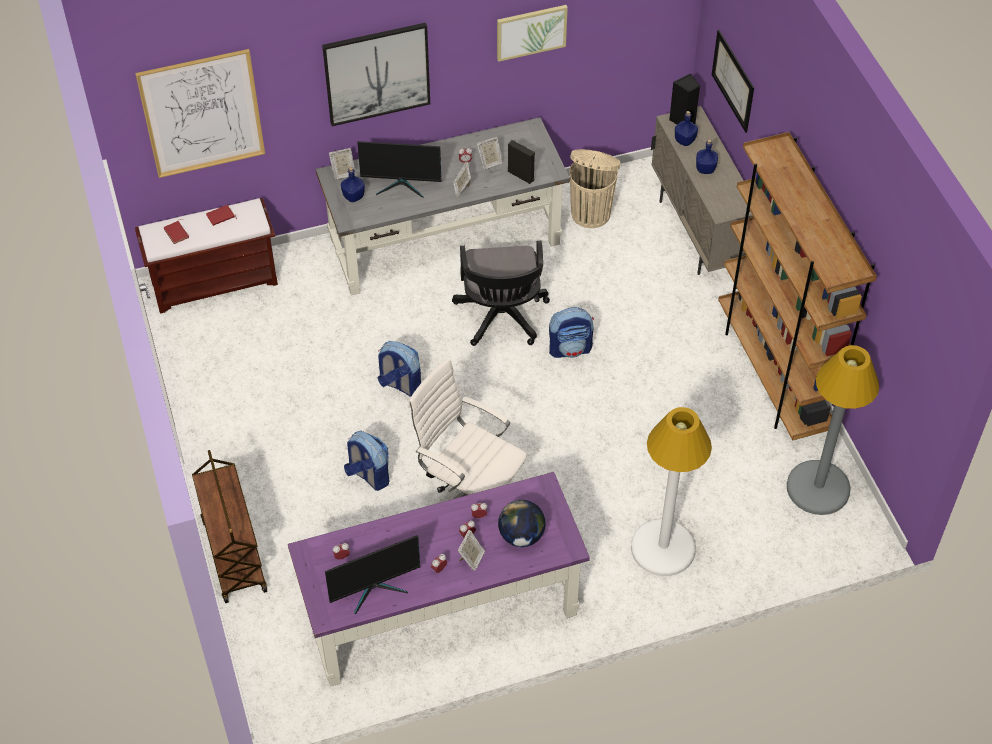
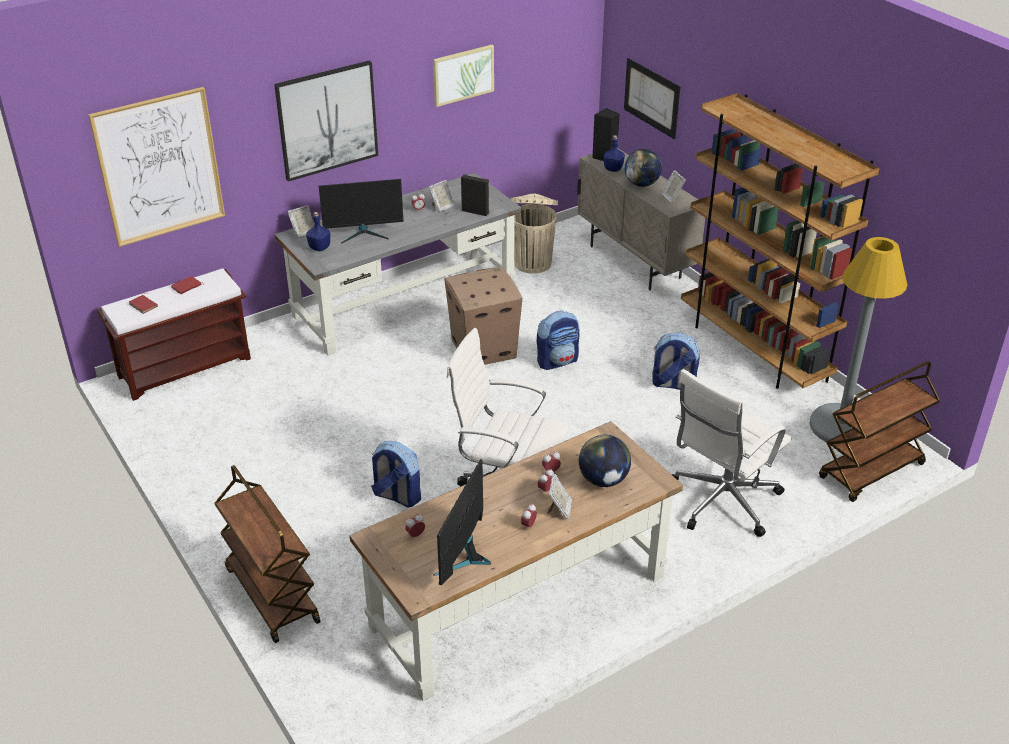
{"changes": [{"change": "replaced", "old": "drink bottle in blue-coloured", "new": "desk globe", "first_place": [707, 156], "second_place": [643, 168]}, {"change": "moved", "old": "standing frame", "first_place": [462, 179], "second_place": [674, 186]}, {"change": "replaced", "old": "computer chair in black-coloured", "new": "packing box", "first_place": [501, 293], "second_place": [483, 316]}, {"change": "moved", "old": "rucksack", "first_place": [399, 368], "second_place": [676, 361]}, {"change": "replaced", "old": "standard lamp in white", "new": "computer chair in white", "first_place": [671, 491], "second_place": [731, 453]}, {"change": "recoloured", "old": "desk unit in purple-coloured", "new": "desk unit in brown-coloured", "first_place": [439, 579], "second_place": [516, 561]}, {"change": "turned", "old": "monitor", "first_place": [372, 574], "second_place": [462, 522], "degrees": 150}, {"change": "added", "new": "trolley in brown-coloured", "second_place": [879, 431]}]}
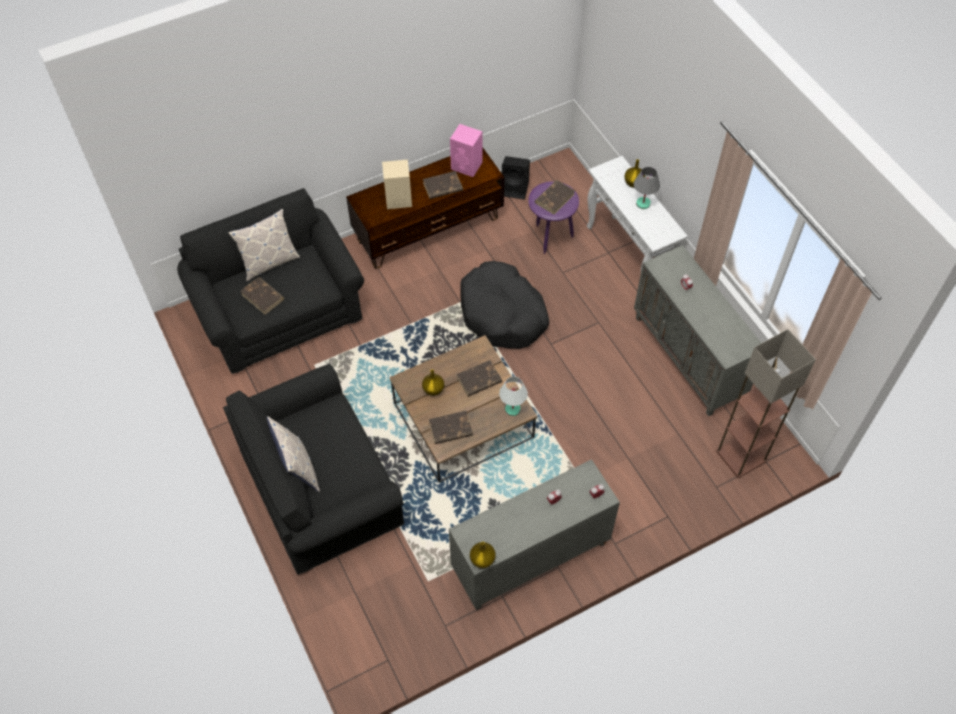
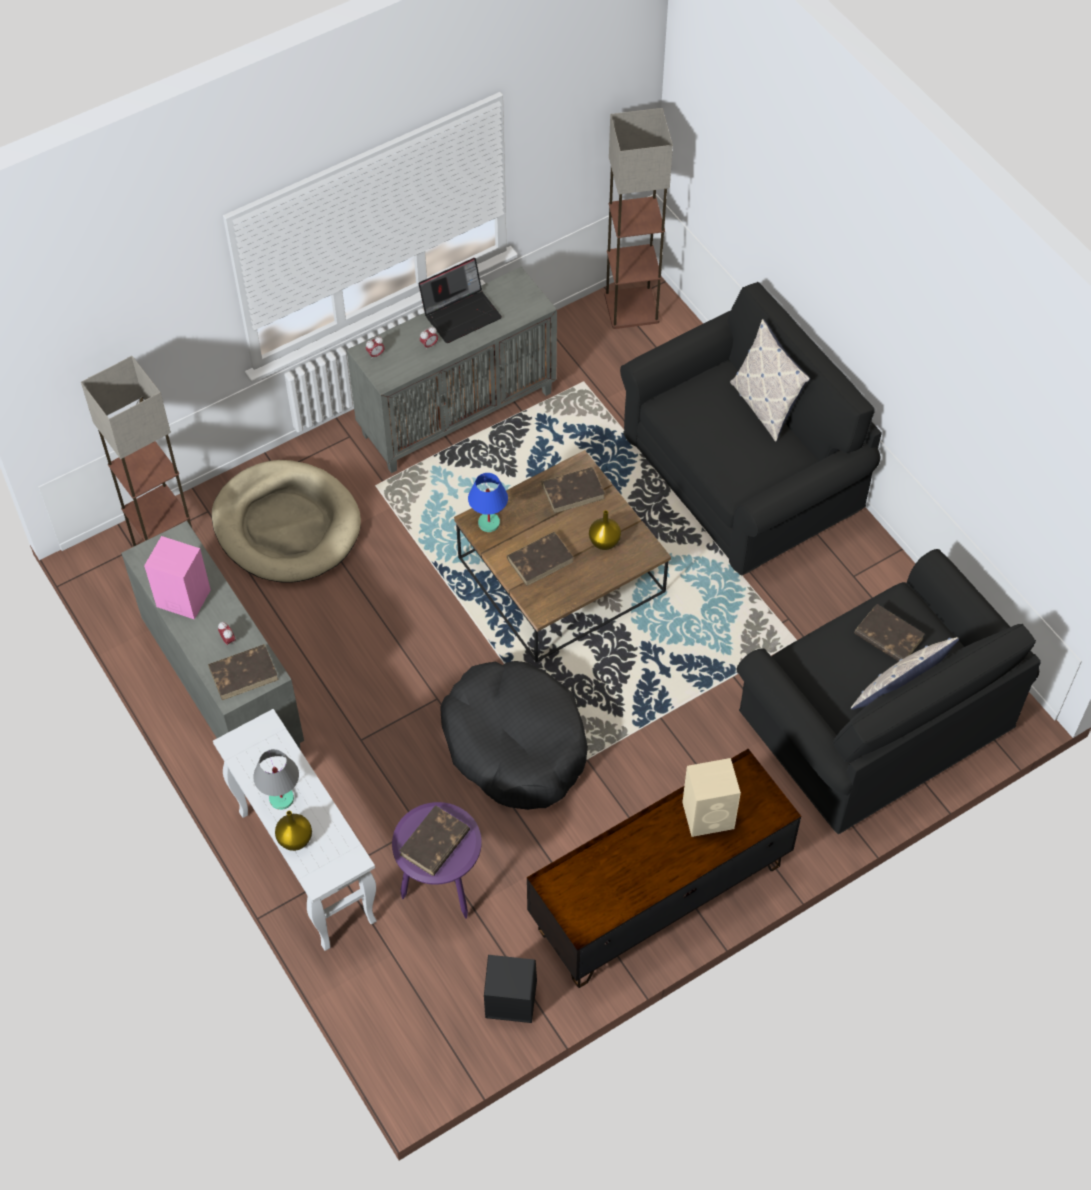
{"changes": [{"change": "moved", "old": "speaker in pink-coloured", "first_place": [466, 150], "second_place": [177, 577]}, {"change": "moved", "old": "bound book in brown-coloured", "first_place": [443, 185], "second_place": [243, 672]}, {"change": "recoloured", "old": "table lamp in white", "new": "table lamp in blue-coloured", "first_place": [513, 396], "second_place": [488, 502]}, {"change": "removed", "old": "vase in yellowish", "first_place": [483, 555]}, {"change": "added", "new": "standard lamp", "second_place": [638, 218]}, {"change": "added", "new": "portable computer", "second_place": [460, 300]}, {"change": "added", "new": "pet bed in sand-coloured", "second_place": [286, 521]}]}
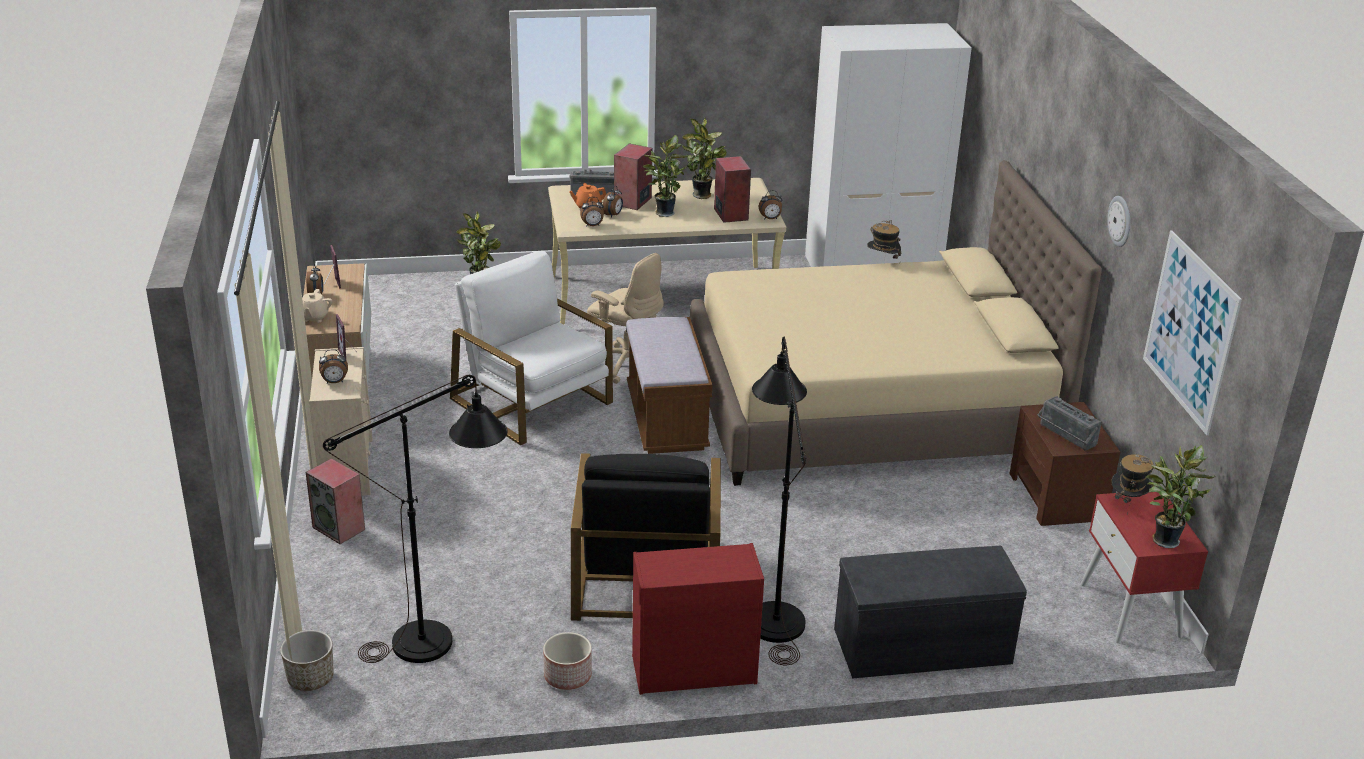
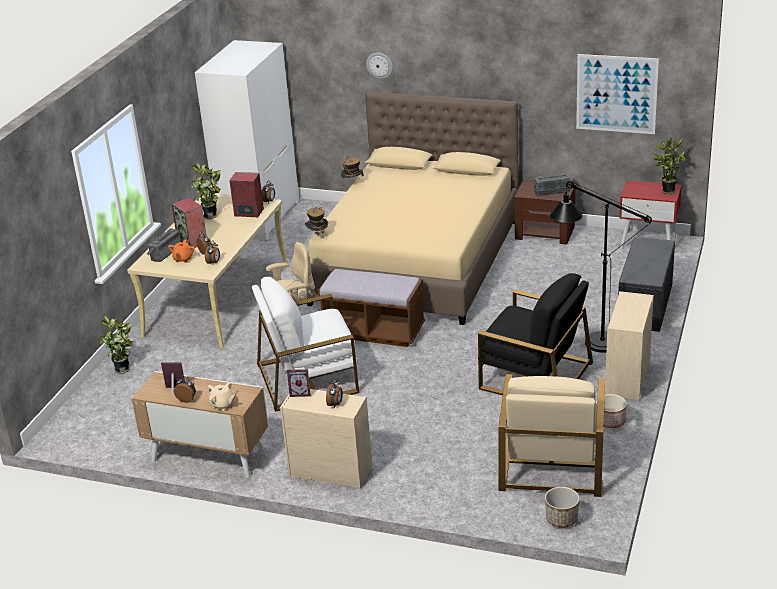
{"changes": [{"change": "removed", "old": "potted plant", "first_place": [665, 176]}, {"change": "moved", "old": "wall clock", "first_place": [1118, 221], "second_place": [379, 66]}, {"change": "replaced", "old": "standard lamp in black-coloured", "new": "lounge chair in sand-coloured", "first_place": [415, 519], "second_place": [551, 435]}, {"change": "moved", "old": "hat", "first_place": [1132, 484], "second_place": [316, 220]}, {"change": "removed", "old": "speaker", "first_place": [335, 501]}, {"change": "recoloured", "old": "drawer chest in red-coloured", "new": "drawer chest in sand-coloured", "first_place": [698, 619], "second_place": [629, 345]}]}
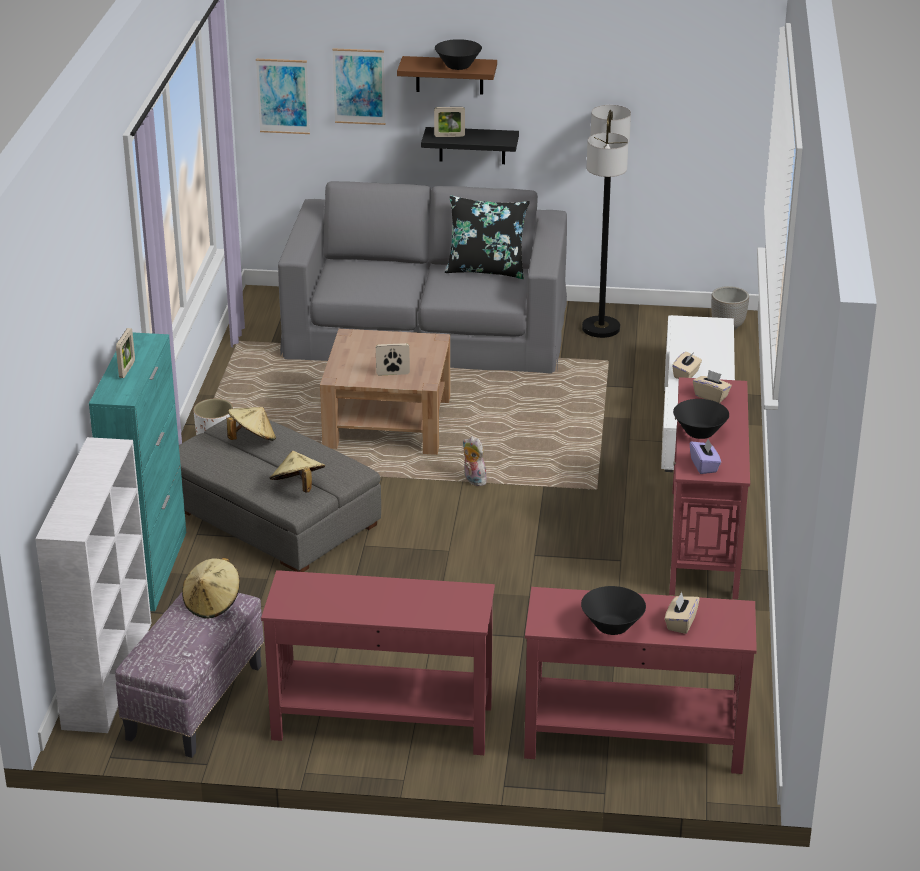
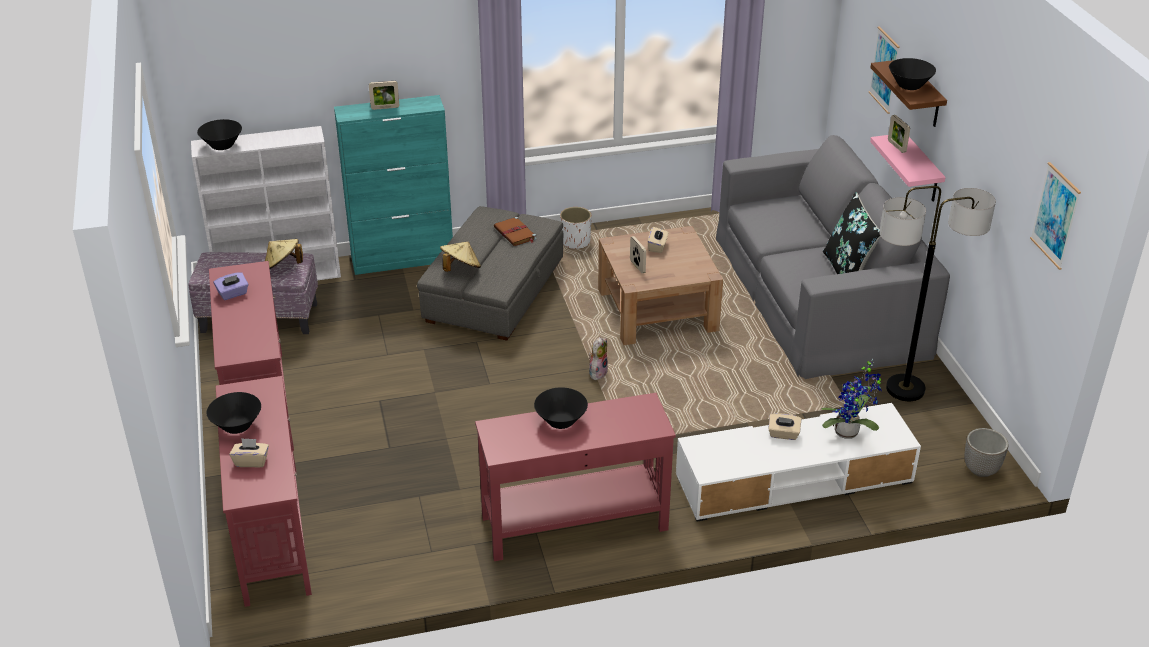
{"changes": [{"change": "moved", "old": "wall picture", "first_place": [283, 96], "second_place": [1055, 216]}, {"change": "recoloured", "old": "wall shelf in black-coloured", "new": "wall shelf in pink-coloured", "first_place": [470, 145], "second_place": [908, 168]}, {"change": "moved", "old": "tissue box in sand-coloured", "first_place": [712, 386], "second_place": [658, 240]}, {"change": "replaced", "old": "hat in sand-coloured", "new": "bound book in brown-coloured", "first_place": [251, 424], "second_place": [515, 231]}, {"change": "moved", "old": "tissue box in purple-coloured", "first_place": [705, 456], "second_place": [231, 286]}, {"change": "added", "new": "deep dish in black-coloured", "second_place": [219, 134]}, {"change": "added", "new": "potted plant", "second_place": [851, 399]}]}
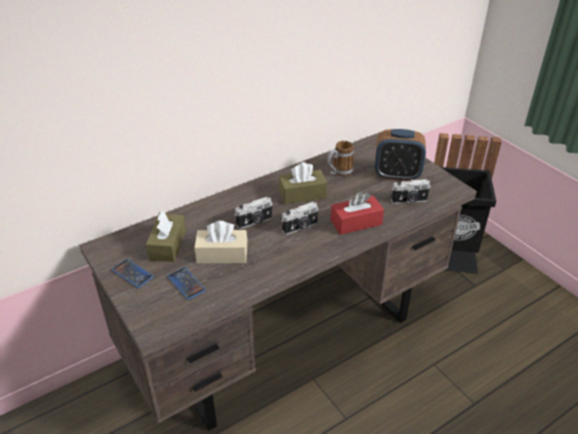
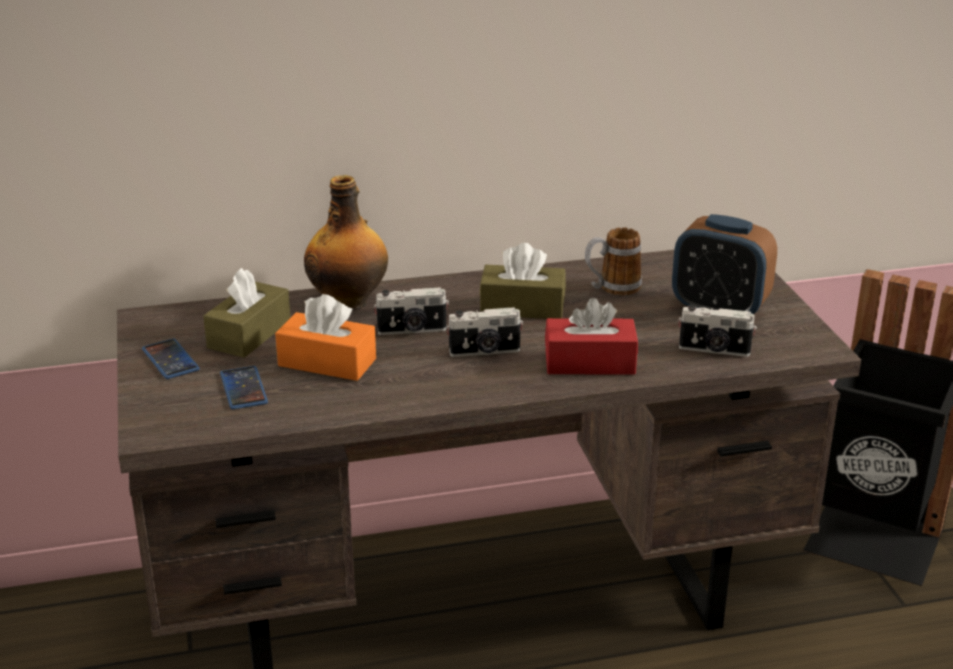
{"changes": [{"change": "recoloured", "old": "tissue box in sand-coloured", "new": "tissue box in orangey", "first_place": [220, 242], "second_place": [325, 337]}, {"change": "added", "new": "drink bottle", "second_place": [346, 243]}]}
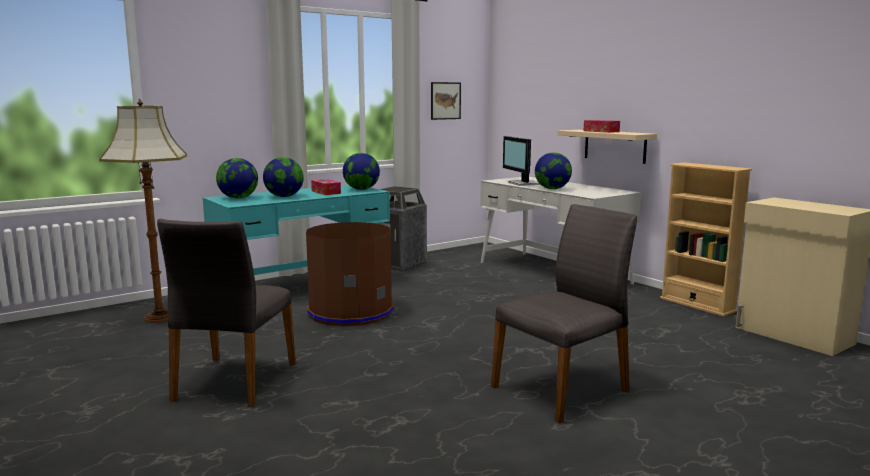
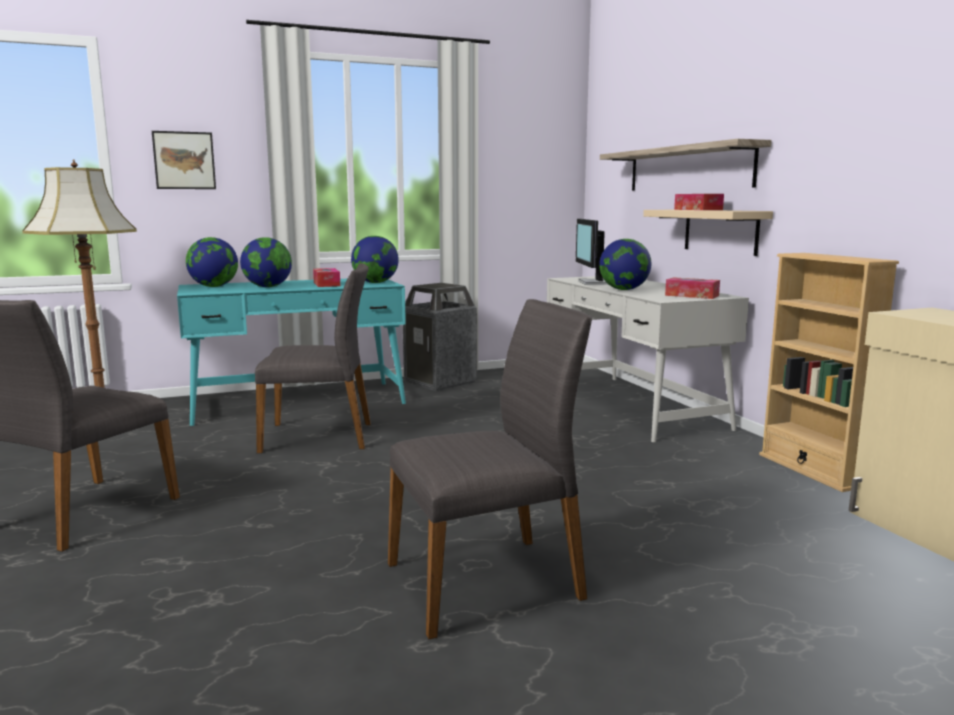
{"changes": [{"change": "moved", "old": "wall picture", "first_place": [446, 101], "second_place": [184, 160]}, {"change": "replaced", "old": "rubbish bin in brown-coloured", "new": "plain chair in grey", "first_place": [350, 274], "second_place": [313, 358]}, {"change": "added", "new": "wall shelf", "second_place": [686, 164]}, {"change": "added", "new": "tissue box", "second_place": [692, 288]}]}
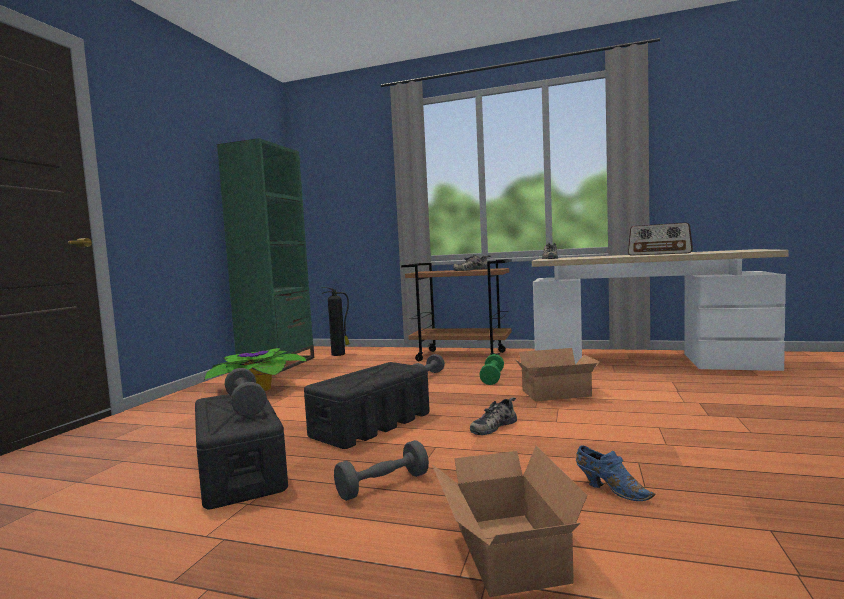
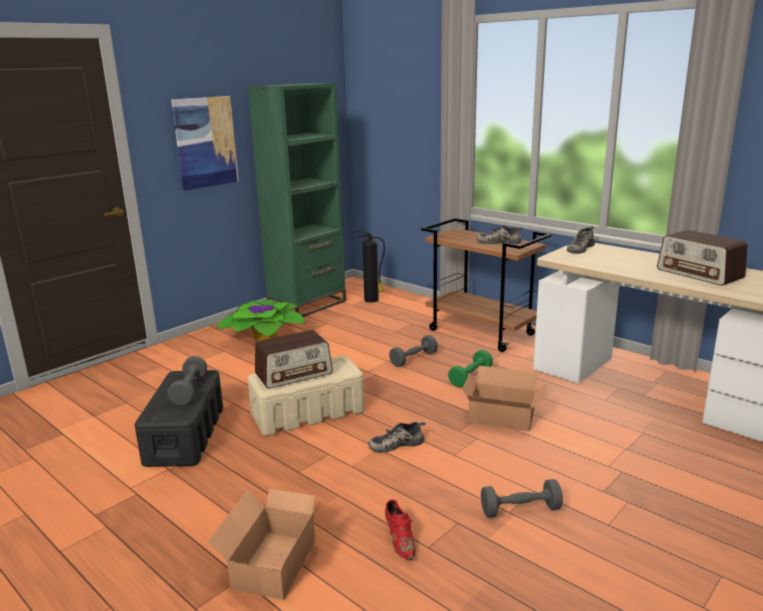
{"changes": [{"change": "recoloured", "old": "storage bin in black-coloured", "new": "storage bin in sand-coloured", "first_place": [367, 405], "second_place": [306, 395]}, {"change": "moved", "old": "dumbbell in grey", "first_place": [381, 470], "second_place": [522, 498]}, {"change": "recoloured", "old": "low shoe in blue-coloured", "new": "low shoe in red-coloured", "first_place": [615, 473], "second_place": [400, 529]}, {"change": "added", "new": "wall picture", "second_place": [205, 143]}, {"change": "added", "new": "radio set", "second_place": [294, 359]}]}
